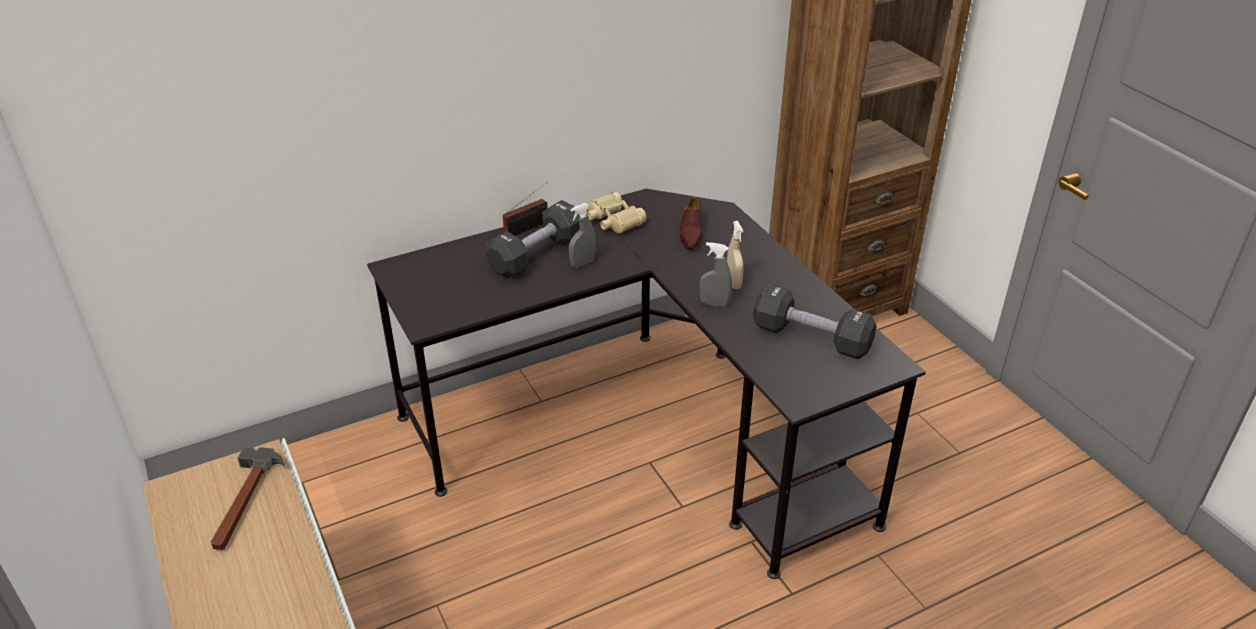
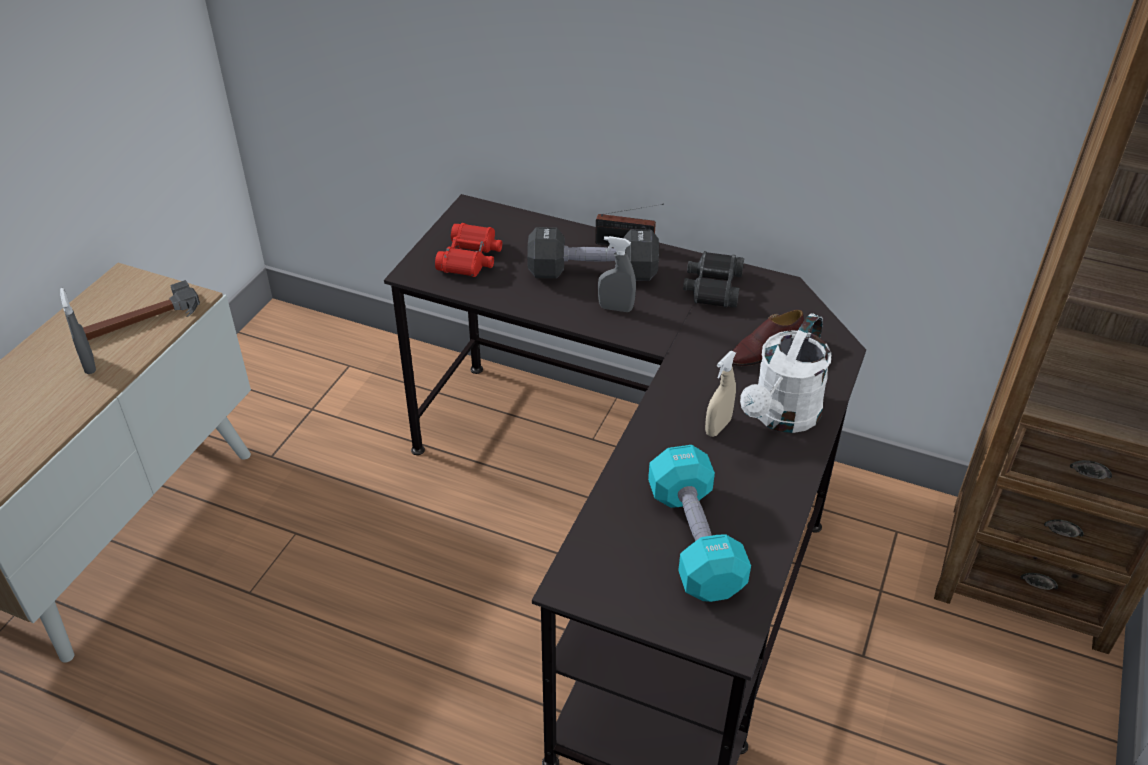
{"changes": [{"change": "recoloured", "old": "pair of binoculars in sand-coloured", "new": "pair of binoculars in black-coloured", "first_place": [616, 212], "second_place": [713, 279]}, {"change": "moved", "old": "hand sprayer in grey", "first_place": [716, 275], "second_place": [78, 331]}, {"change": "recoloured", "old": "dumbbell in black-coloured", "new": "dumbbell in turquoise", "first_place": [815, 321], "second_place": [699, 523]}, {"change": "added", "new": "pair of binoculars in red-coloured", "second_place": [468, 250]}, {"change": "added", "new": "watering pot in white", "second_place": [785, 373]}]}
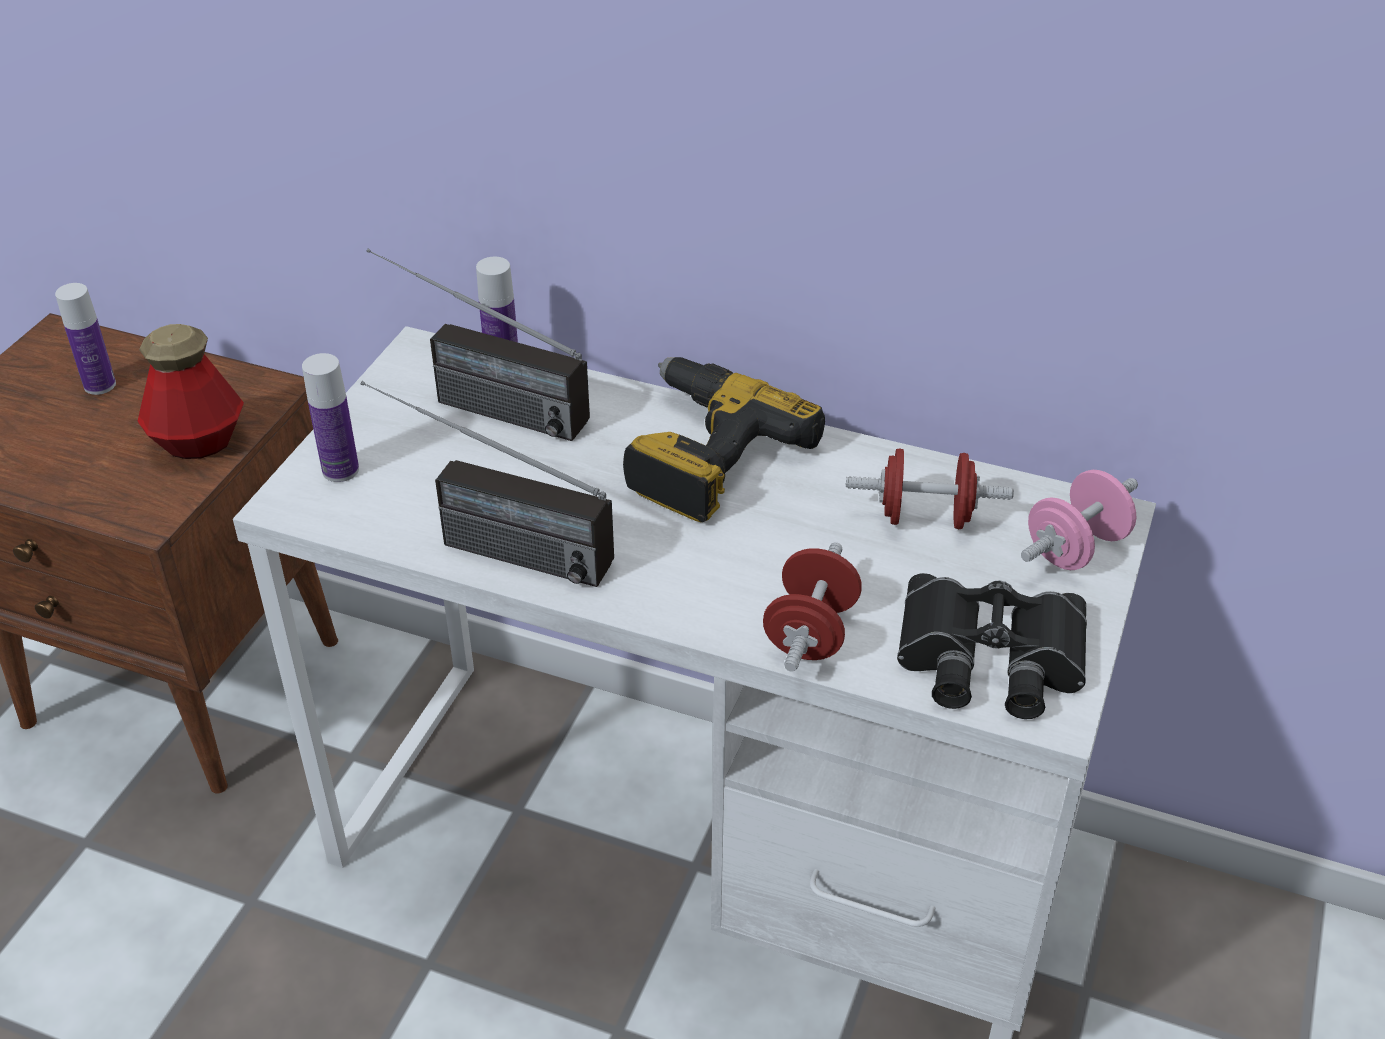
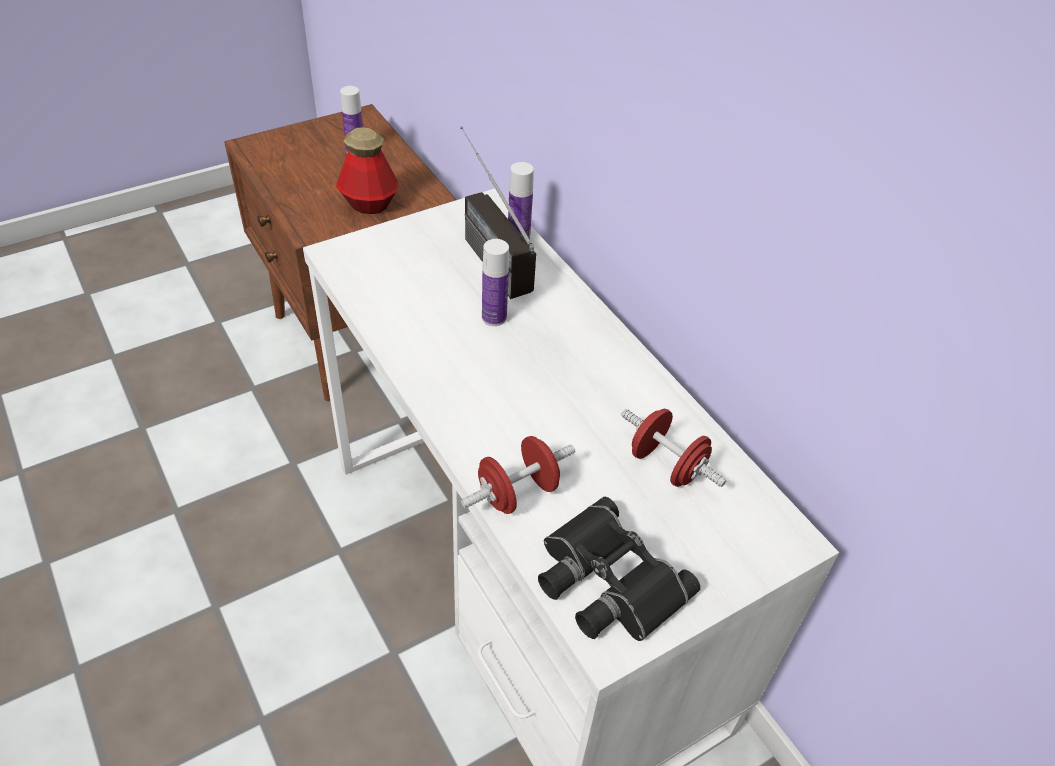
{"changes": [{"change": "moved", "old": "drink bottle", "first_place": [330, 417], "second_place": [495, 282]}, {"change": "removed", "old": "electric drill", "first_place": [724, 439]}, {"change": "removed", "old": "radio set", "first_place": [487, 484]}, {"change": "removed", "old": "dumbbell in pink-coloured", "first_place": [1079, 520]}]}
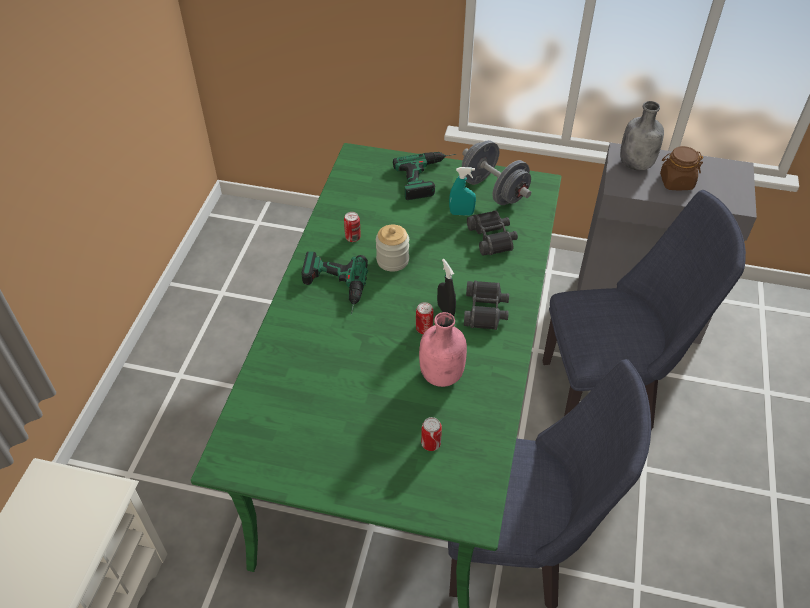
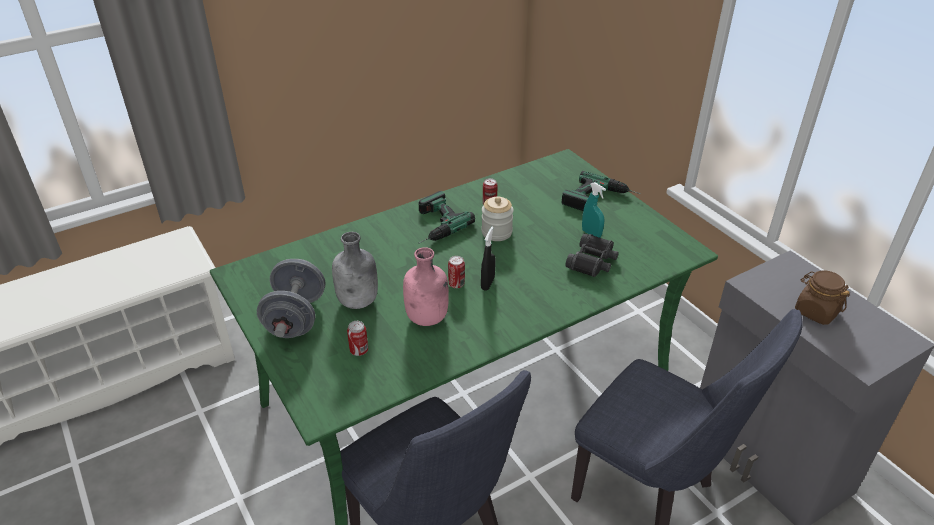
{"changes": [{"change": "moved", "old": "drink bottle in grey", "first_place": [642, 136], "second_place": [355, 270]}, {"change": "moved", "old": "dumbbell in grey", "first_place": [496, 172], "second_place": [291, 298]}, {"change": "removed", "old": "pair of binoculars in black-coloured", "first_place": [486, 305]}]}
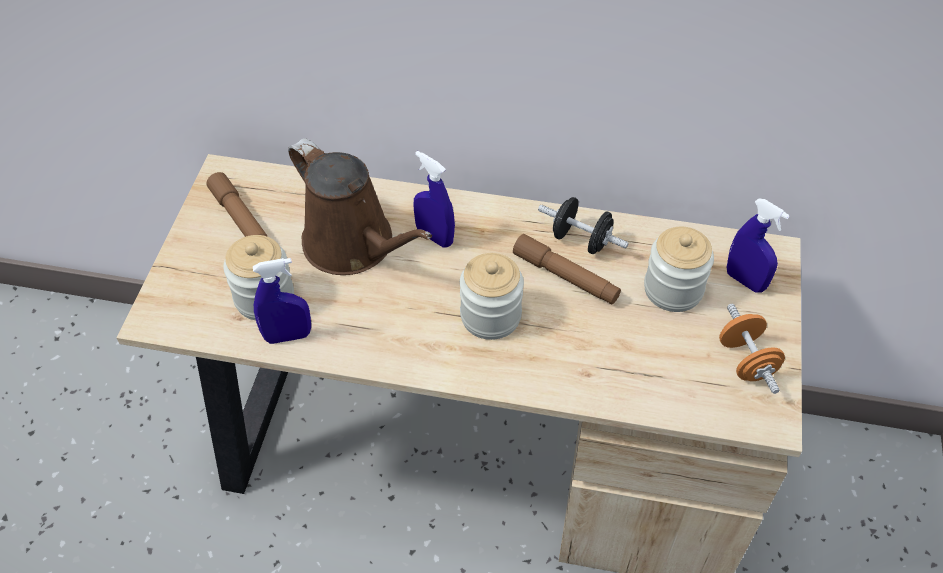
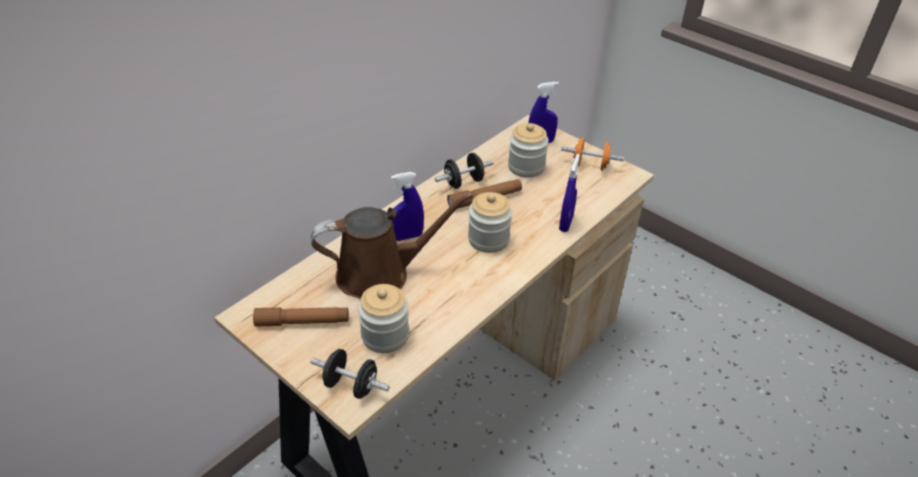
{"changes": [{"change": "moved", "old": "hand sprayer in blue-coloured", "first_place": [282, 301], "second_place": [569, 193]}, {"change": "added", "new": "dumbbell in black-coloured", "second_place": [350, 374]}]}
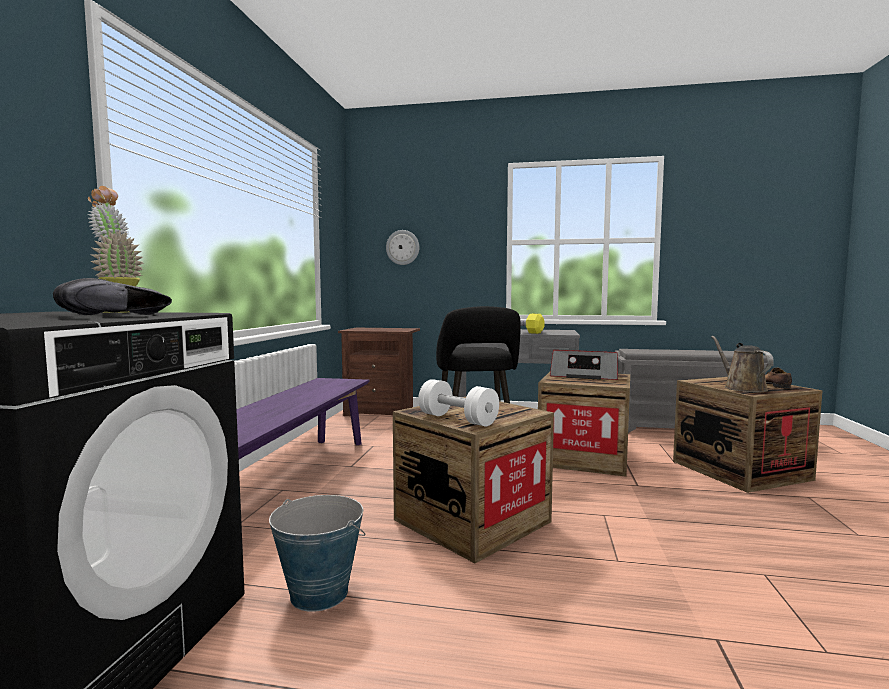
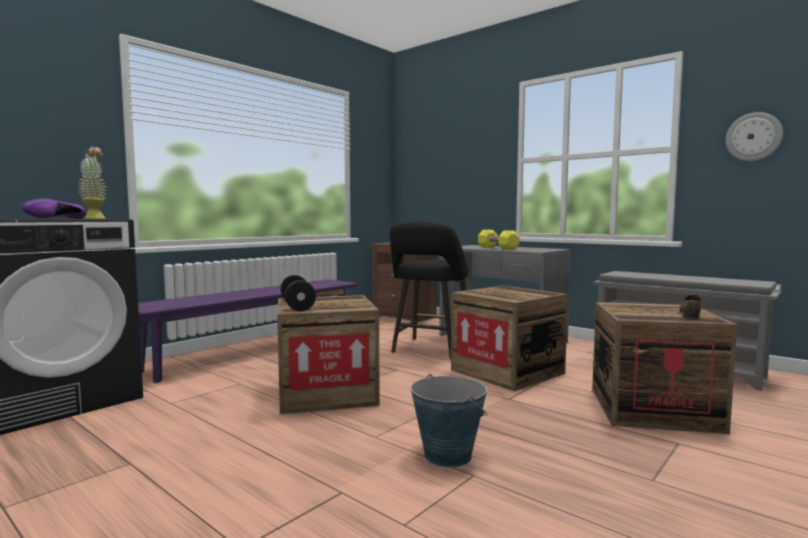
{"changes": [{"change": "moved", "old": "wall clock", "first_place": [402, 247], "second_place": [754, 136]}, {"change": "recoloured", "old": "low shoe in black-coloured", "new": "low shoe in purple-coloured", "first_place": [112, 296], "second_place": [54, 208]}, {"change": "removed", "old": "watering pot in brown-coloured", "first_place": [742, 364]}, {"change": "removed", "old": "radio set", "first_place": [584, 365]}, {"change": "recoloured", "old": "dumbbell in white", "new": "dumbbell in black-coloured", "first_place": [458, 402], "second_place": [298, 293]}, {"change": "moved", "old": "water bucket", "first_place": [317, 553], "second_place": [449, 420]}]}
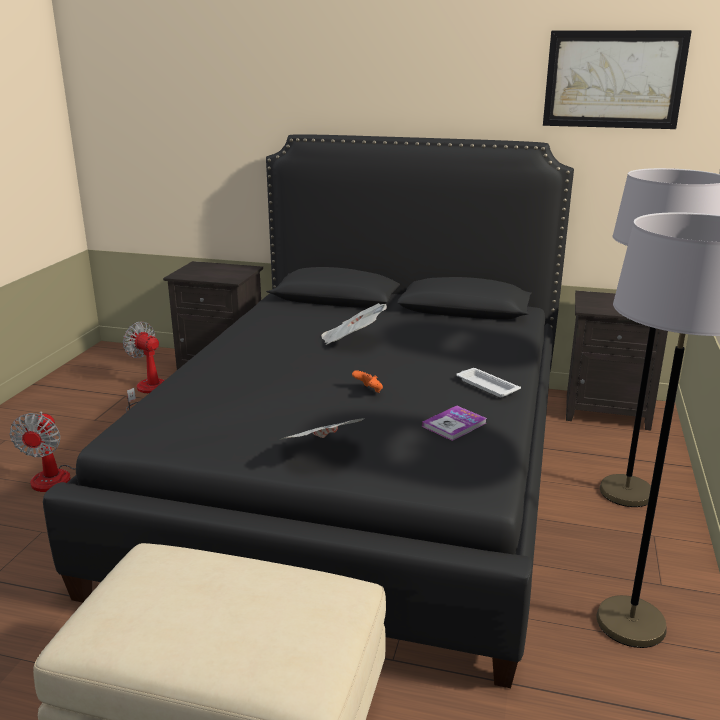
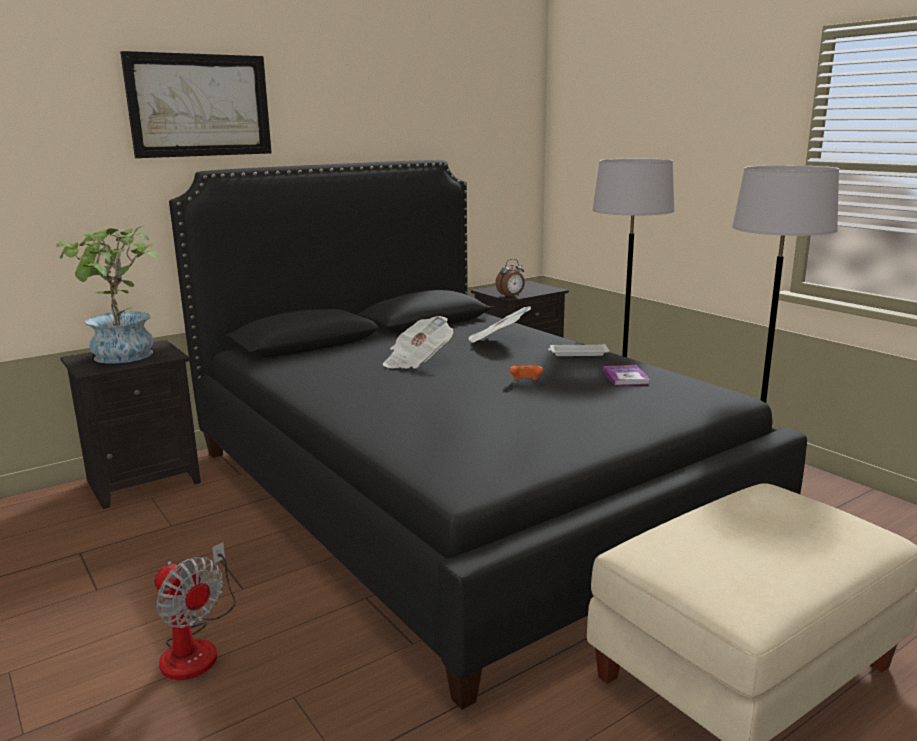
{"changes": [{"change": "moved", "old": "wall picture", "first_place": [617, 79], "second_place": [196, 104]}, {"change": "removed", "old": "fan", "first_place": [144, 367]}, {"change": "moved", "old": "printed paper", "first_place": [322, 429], "second_place": [499, 324]}, {"change": "added", "new": "potted plant", "second_place": [107, 294]}, {"change": "added", "new": "table clock", "second_place": [510, 278]}]}
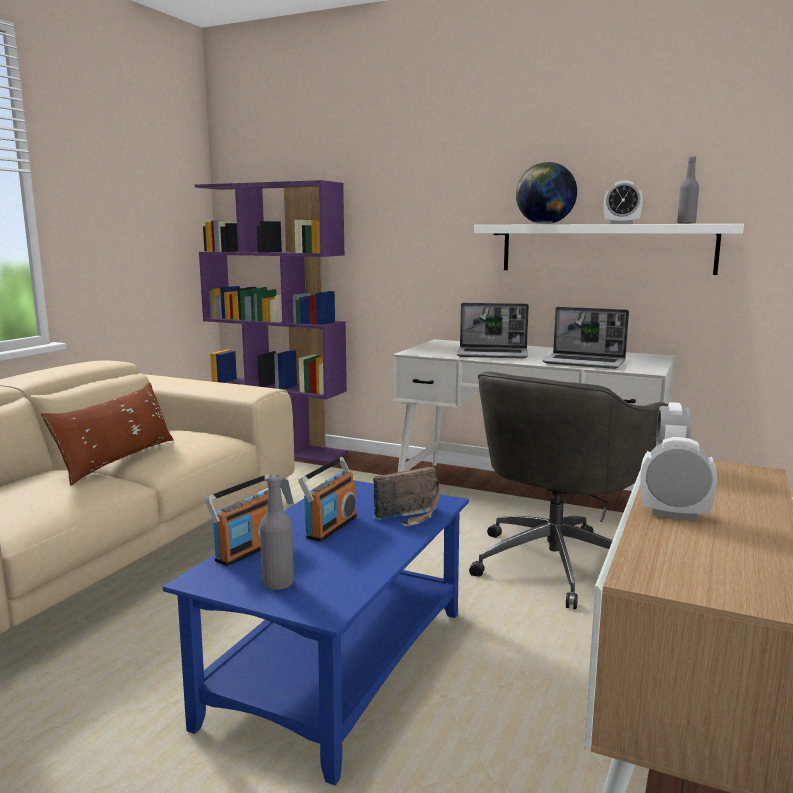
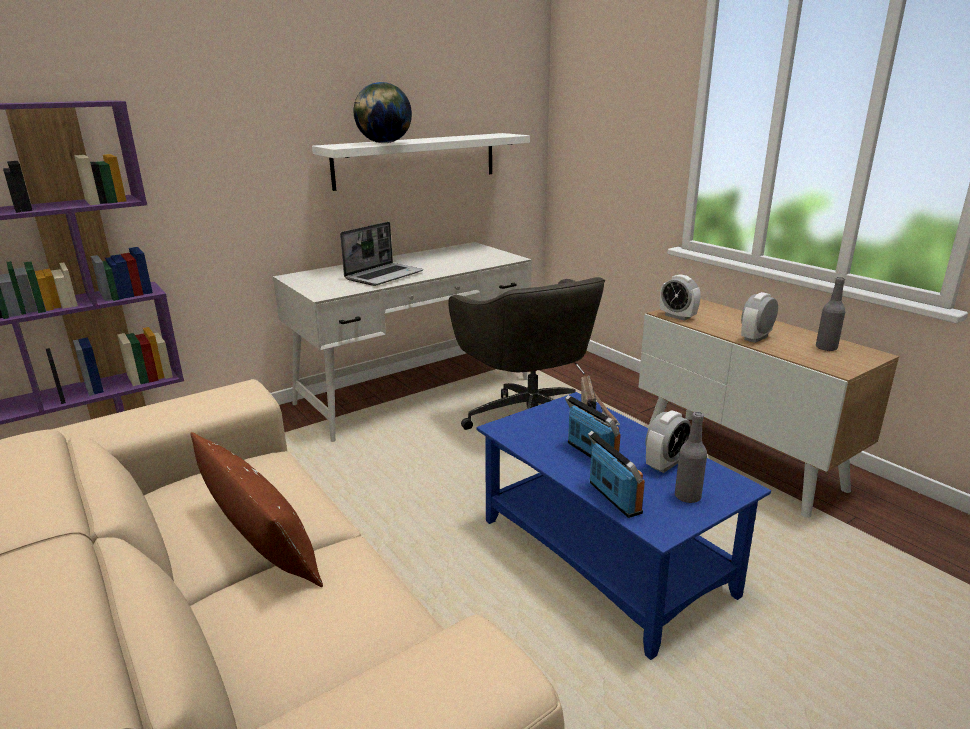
{"changes": [{"change": "moved", "old": "drink bottle in grey", "first_place": [688, 190], "second_place": [830, 314]}, {"change": "moved", "old": "table clock", "first_place": [623, 202], "second_place": [668, 442]}, {"change": "removed", "old": "portable computer", "first_place": [585, 338]}]}
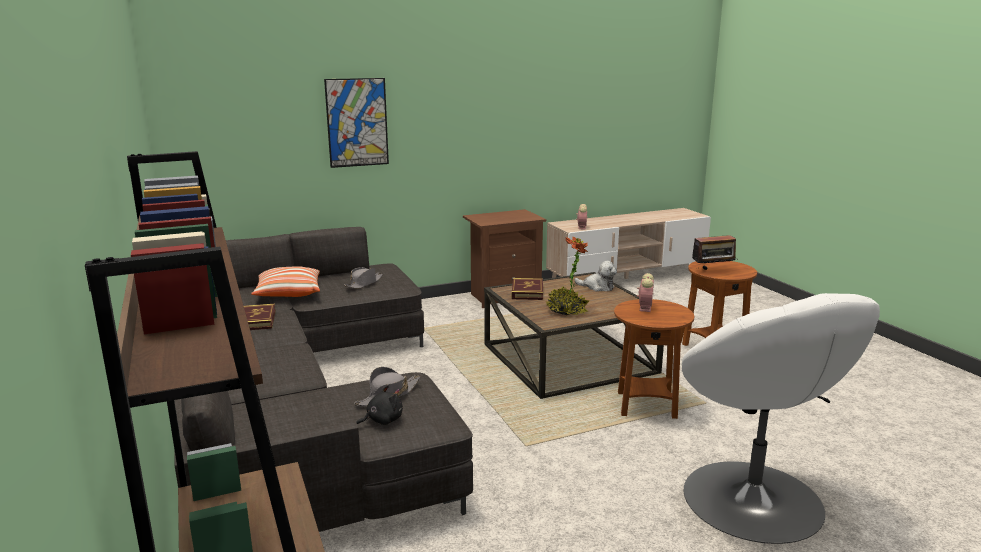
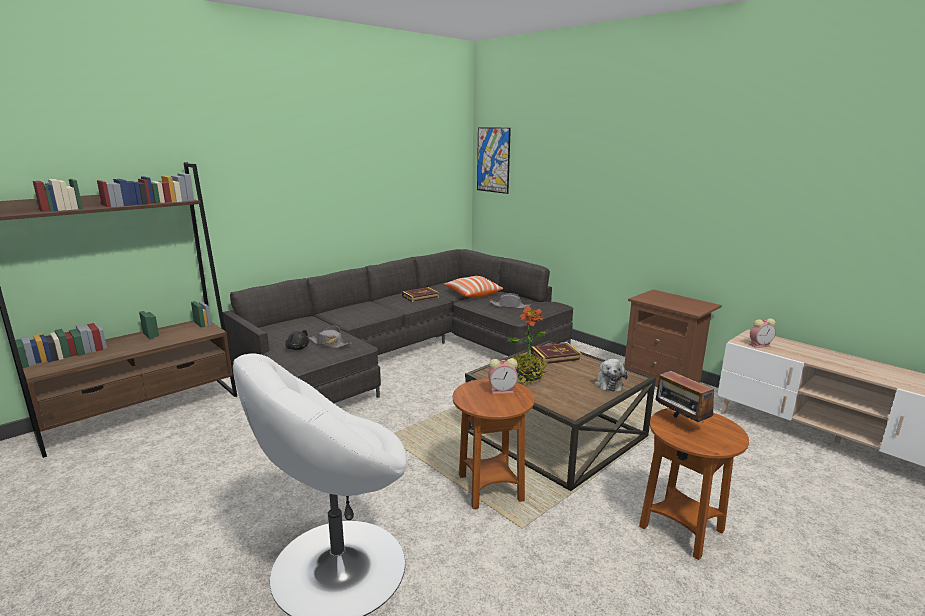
{"changes": [{"change": "moved", "old": "wall picture", "first_place": [356, 123], "second_place": [494, 160]}]}
